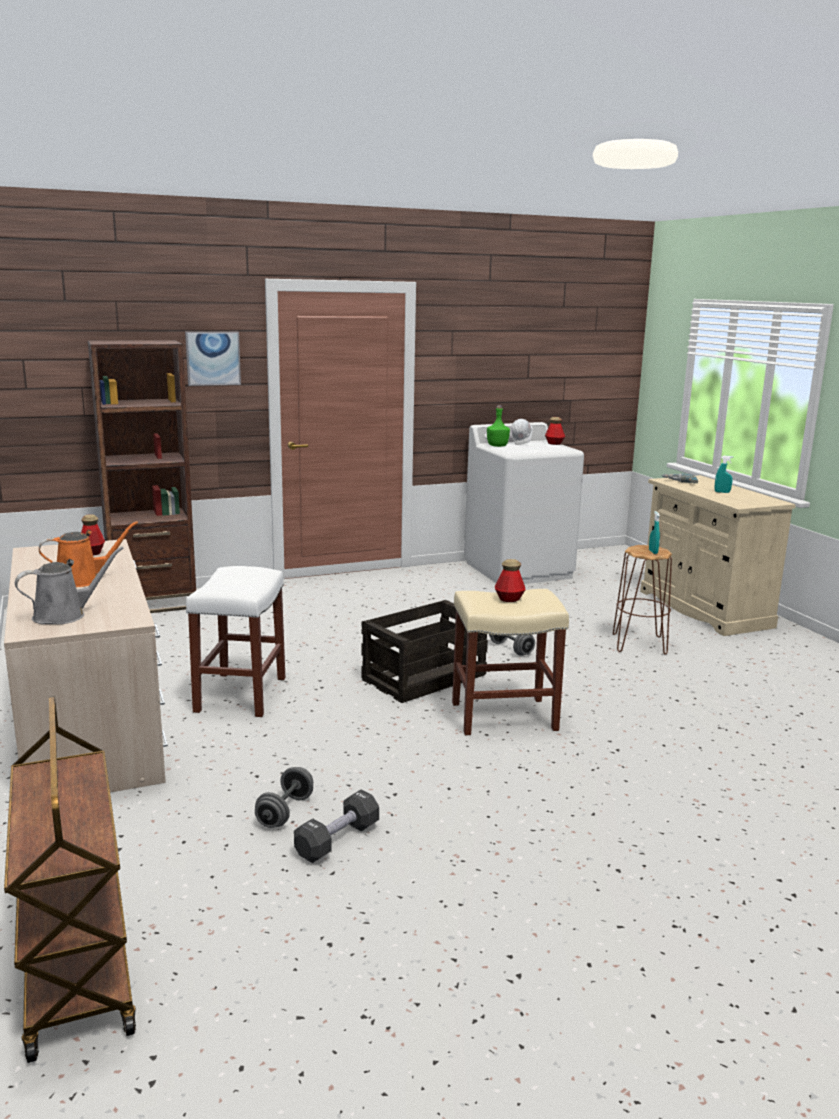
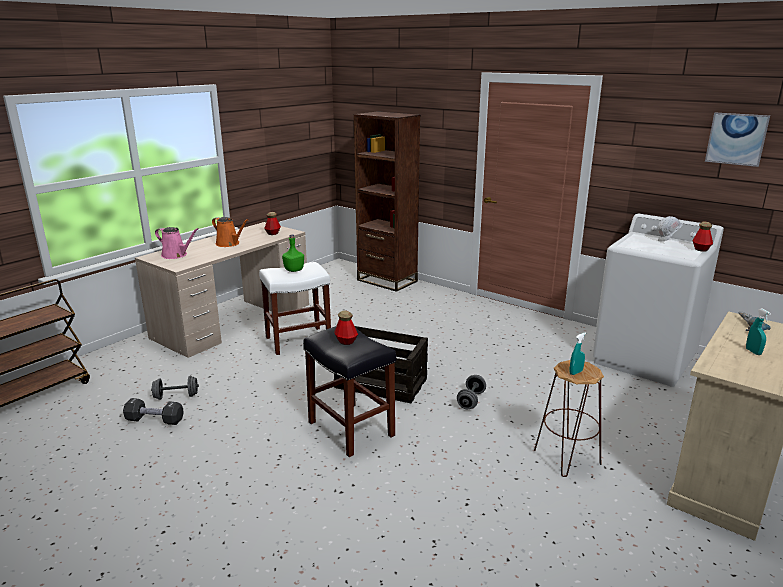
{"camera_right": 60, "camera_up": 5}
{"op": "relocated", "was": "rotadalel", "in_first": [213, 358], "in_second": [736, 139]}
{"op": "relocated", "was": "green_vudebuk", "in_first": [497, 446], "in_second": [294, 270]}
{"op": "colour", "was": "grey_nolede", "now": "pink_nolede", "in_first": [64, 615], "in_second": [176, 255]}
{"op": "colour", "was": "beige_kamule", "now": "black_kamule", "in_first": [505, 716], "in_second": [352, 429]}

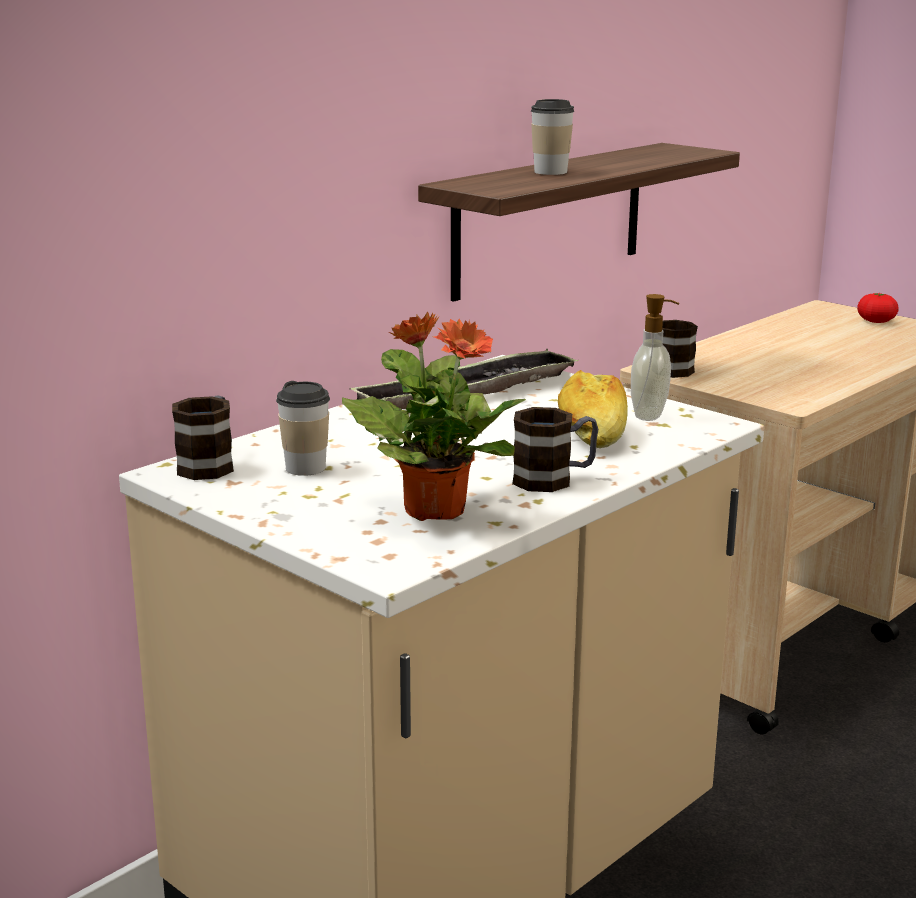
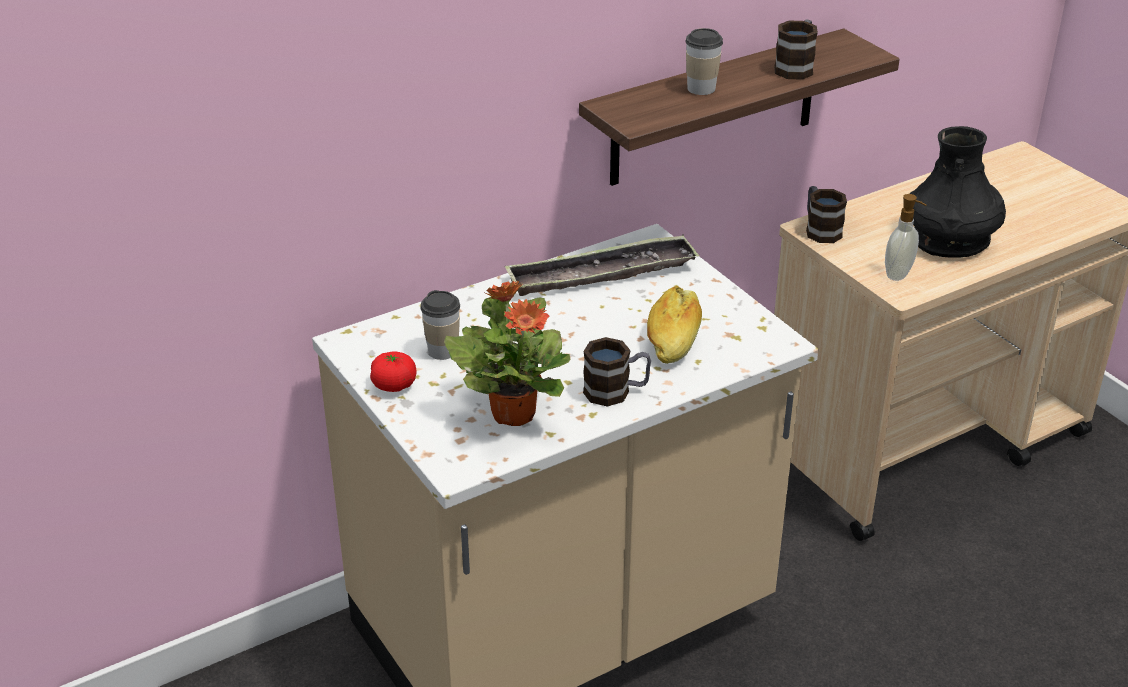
{"camera_right": 15, "camera_up": 15}
{"op": "relocated", "was": "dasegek", "in_first": [876, 321], "in_second": [394, 385]}
{"op": "relocated", "was": "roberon", "in_first": [650, 415], "in_second": [899, 274]}
{"op": "relocated", "was": "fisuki", "in_first": [210, 464], "in_second": [796, 67]}
{"op": "appeared", "now": "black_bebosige", "in_second": [950, 240]}

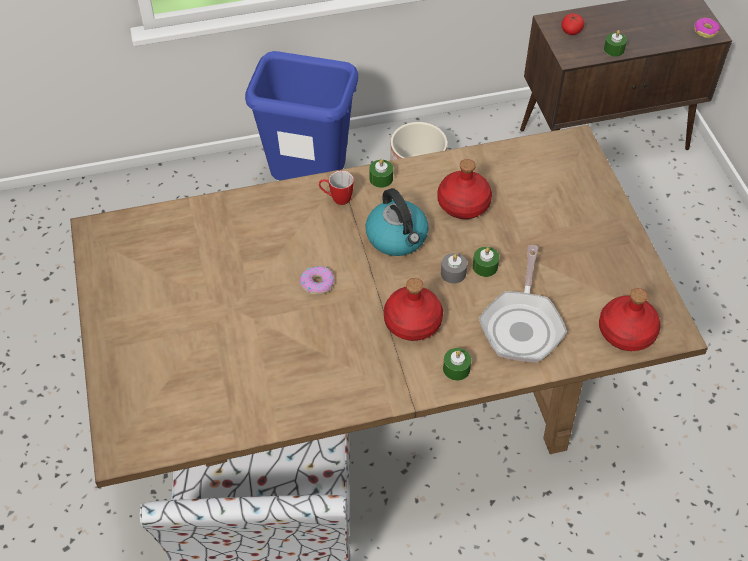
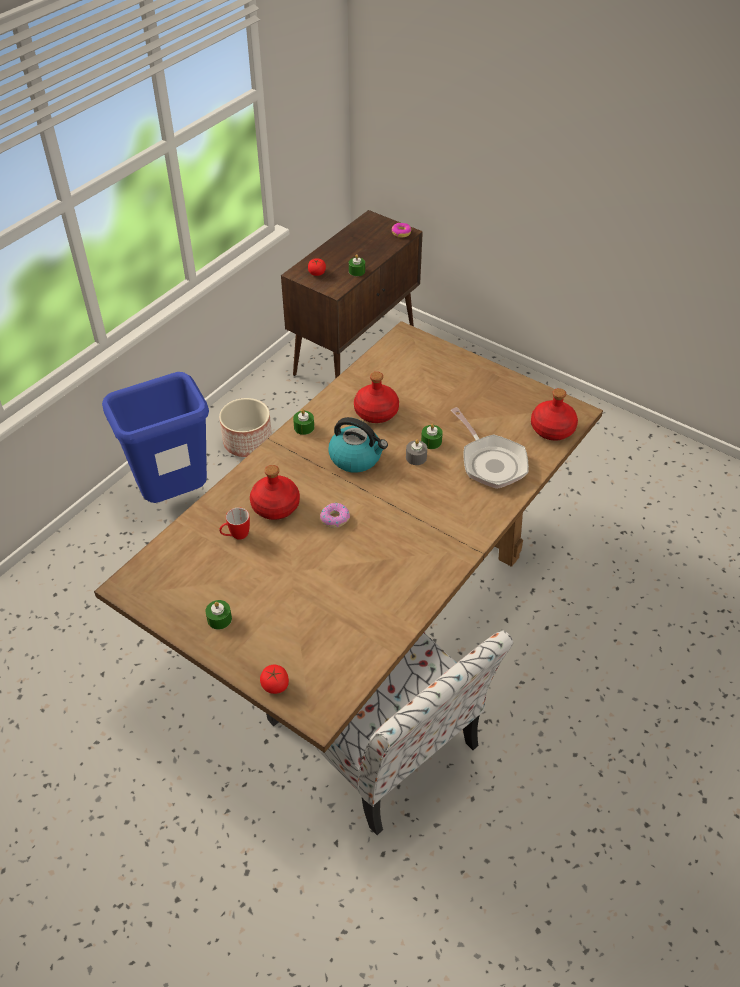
{"camera_right": -40, "camera_up": -5}
{"op": "relocated", "was": "fisuki", "in_first": [336, 199], "in_second": [236, 536]}
{"op": "relocated", "was": "red_vudebuk", "in_first": [412, 323], "in_second": [276, 506]}
{"op": "relocated", "was": "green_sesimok", "in_first": [456, 369], "in_second": [219, 619]}
{"op": "appeared", "now": "dasegek", "in_second": [275, 685]}

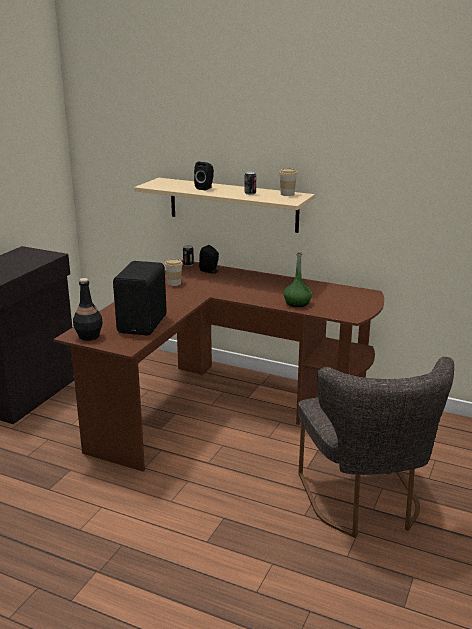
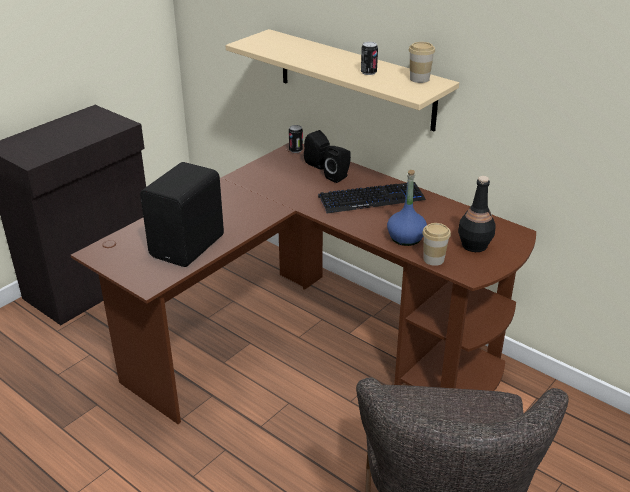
{"camera_right": 15, "camera_up": 10}
{"op": "relocated", "was": "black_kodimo", "in_first": [205, 188], "in_second": [338, 177]}
{"op": "colour", "was": "green_vudebuk", "now": "blue_vudebuk", "in_first": [297, 303], "in_second": [406, 238]}
{"op": "relocated", "was": "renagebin", "in_first": [174, 283], "in_second": [433, 259]}
{"op": "relocated", "was": "black_vudebuk", "in_first": [89, 336], "in_second": [474, 245]}
{"op": "appeared", "now": "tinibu", "in_second": [371, 199]}

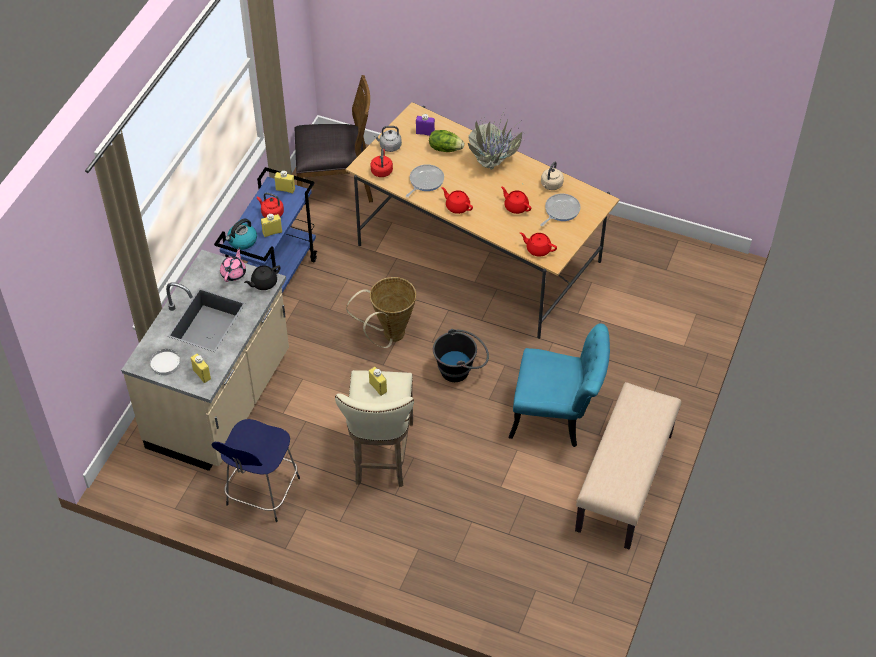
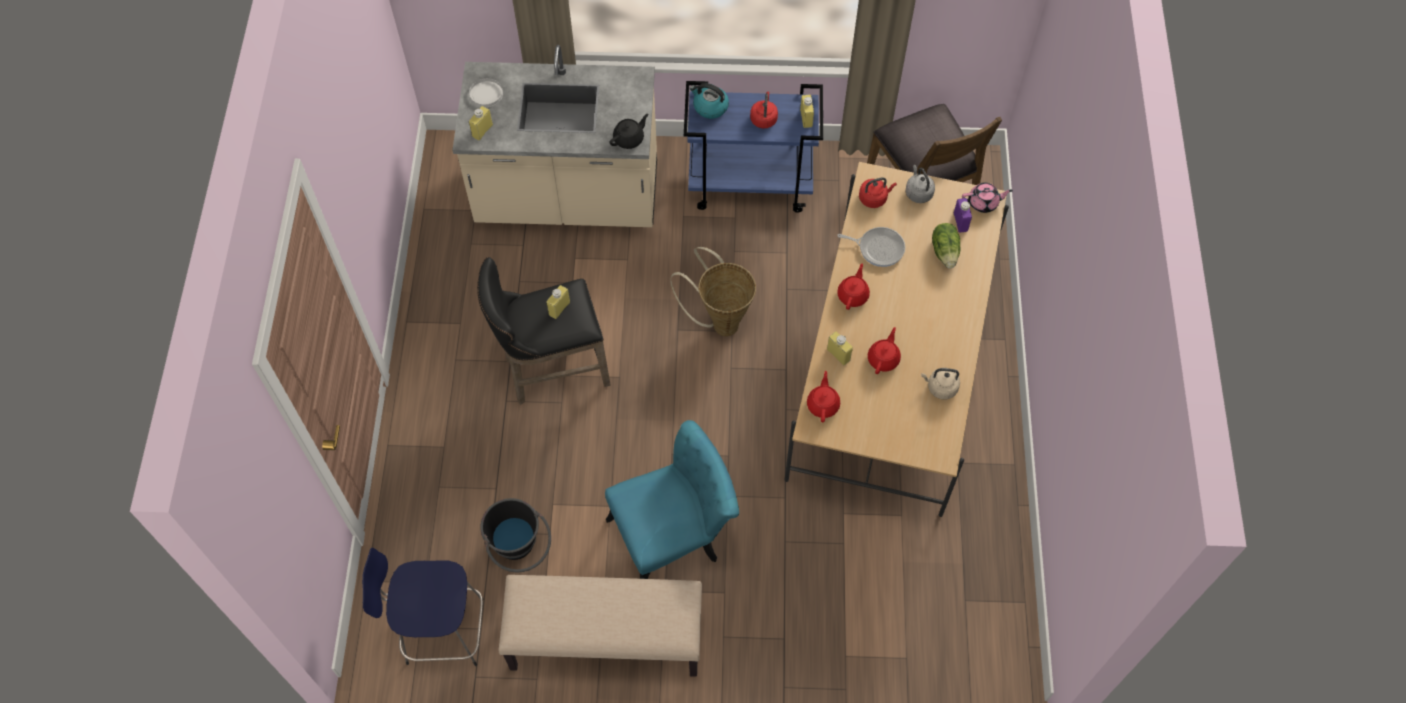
{"camera_right": 70, "camera_up": 10}
{"op": "missing", "was": "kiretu", "in_first": [494, 165]}
{"op": "missing", "was": "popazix", "in_first": [560, 211]}
{"op": "relocated", "was": "yellow_vudebuk", "in_first": [272, 232], "in_second": [838, 354]}
{"op": "relocated", "was": "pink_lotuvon", "in_first": [234, 273], "in_second": [983, 203]}
{"op": "spun", "was": "black_lotuvon", "in_first": [263, 283], "in_second": [629, 139], "clockwise": 105}
{"op": "spun", "was": "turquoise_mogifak", "in_first": [557, 417], "in_second": [674, 536], "clockwise": -105}
{"op": "relocated", "was": "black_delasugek", "in_first": [461, 369], "in_second": [519, 549]}
{"op": "colour", "was": "beige_kamule", "now": "black_kamule", "in_first": [381, 457], "in_second": [551, 370]}
{"op": "relocated", "was": "blue_kamule", "in_first": [261, 493], "in_second": [441, 630]}

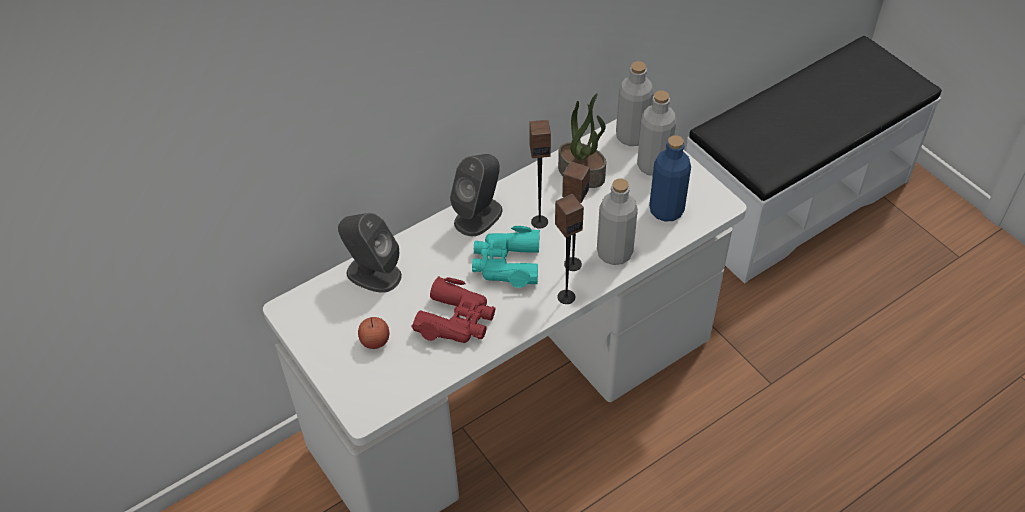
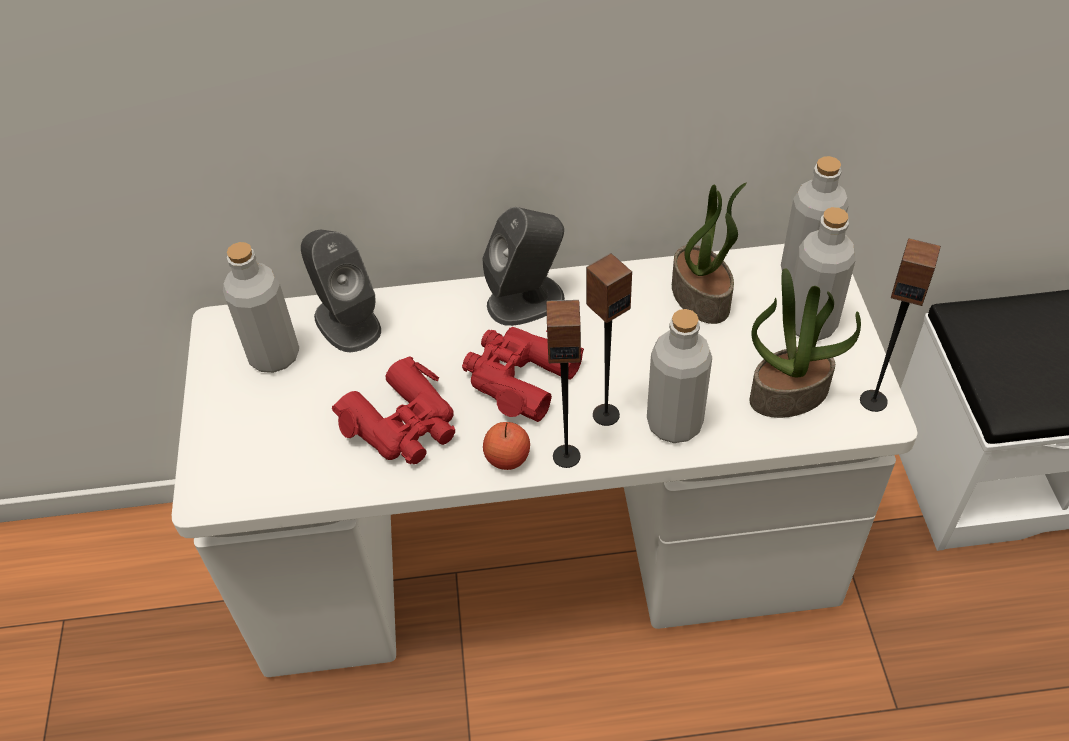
{"camera_right": 30, "camera_up": 0}
{"op": "relocated", "was": "kodimo", "in_first": [539, 221], "in_second": [873, 400]}
{"op": "exchanged", "was": "blue_vudebuk", "now": "kiretu", "in_first": [666, 210], "in_second": [789, 393]}
{"op": "colour", "was": "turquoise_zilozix", "now": "red_zilozix", "in_first": [507, 263], "in_second": [519, 377]}
{"op": "relocated", "was": "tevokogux", "in_first": [375, 341], "in_second": [507, 458]}
{"op": "appeared", "now": "grey_vudebuk", "in_second": [274, 355]}

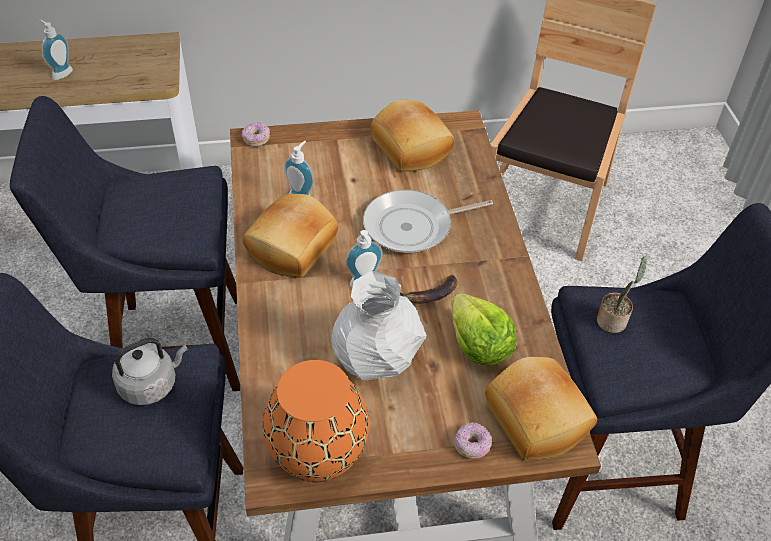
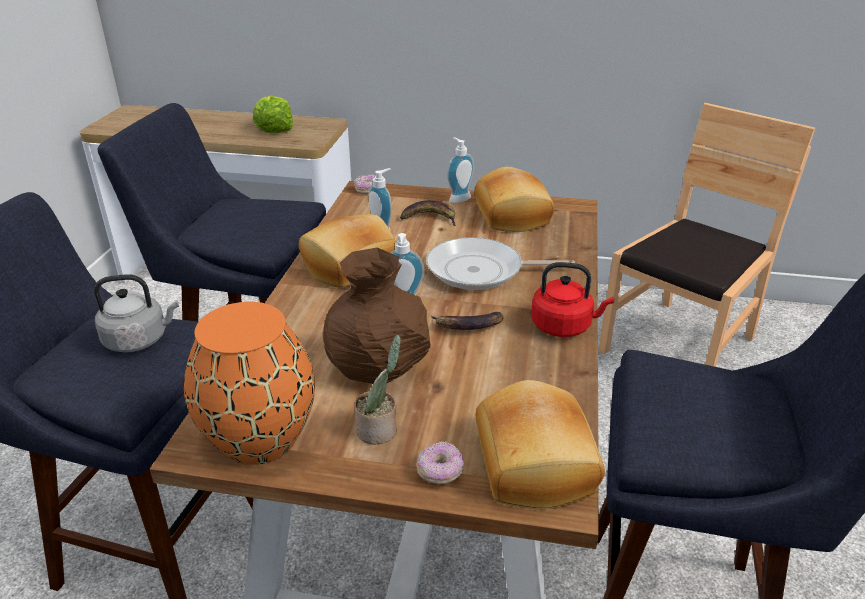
{"camera_right": 20, "camera_up": -15}
{"op": "relocated", "was": "roberon", "in_first": [60, 73], "in_second": [458, 198]}
{"op": "relocated", "was": "kiretu", "in_first": [613, 320], "in_second": [379, 430]}
{"op": "colour", "was": "white_bebosige", "now": "brown_bebosige", "in_first": [378, 358], "in_second": [379, 367]}
{"op": "relocated", "was": "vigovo", "in_first": [478, 345], "in_second": [274, 128]}
{"op": "appeared", "now": "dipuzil", "in_second": [429, 218]}
{"op": "appeared", "now": "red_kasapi", "in_second": [564, 326]}

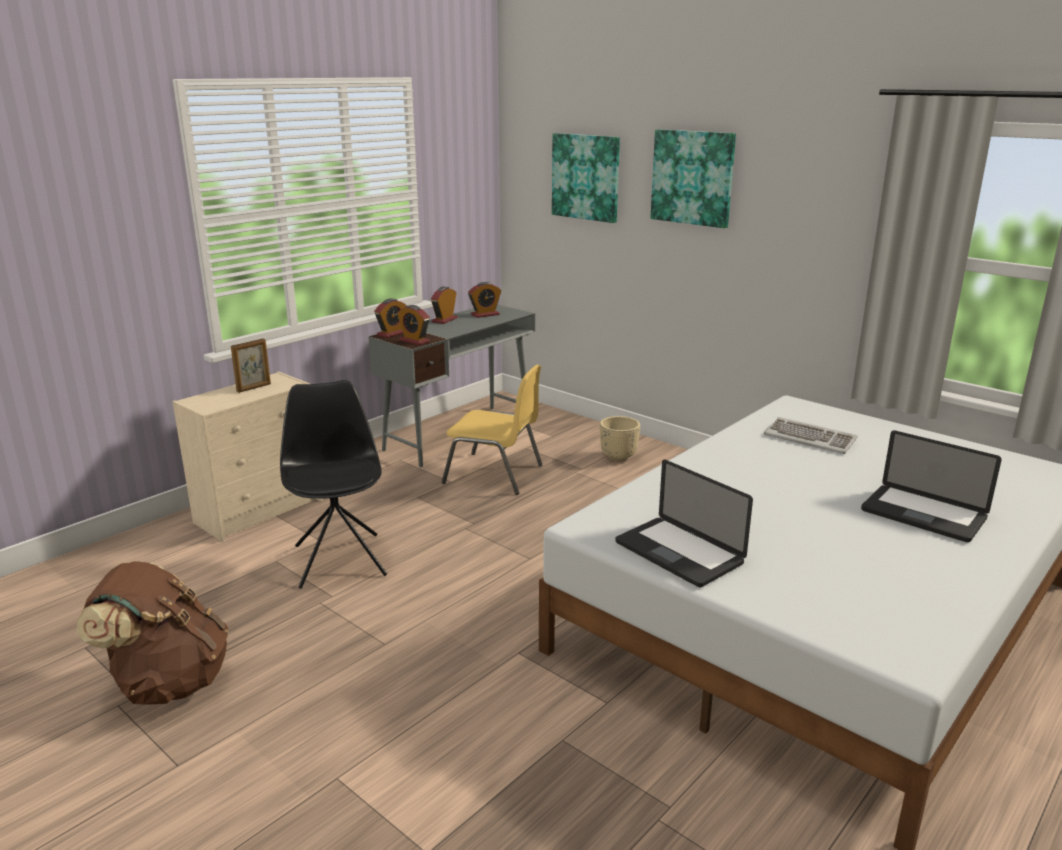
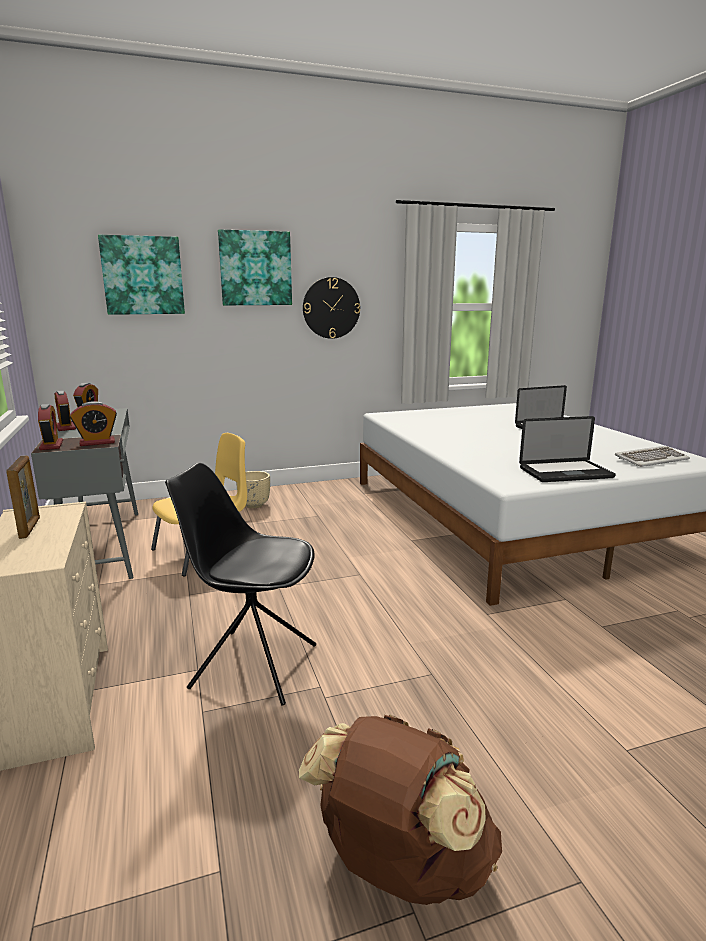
{"camera_right": -60, "camera_up": -5}
{"op": "relocated", "was": "tinibu", "in_first": [810, 438], "in_second": [651, 459]}
{"op": "appeared", "now": "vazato", "in_second": [331, 308]}

